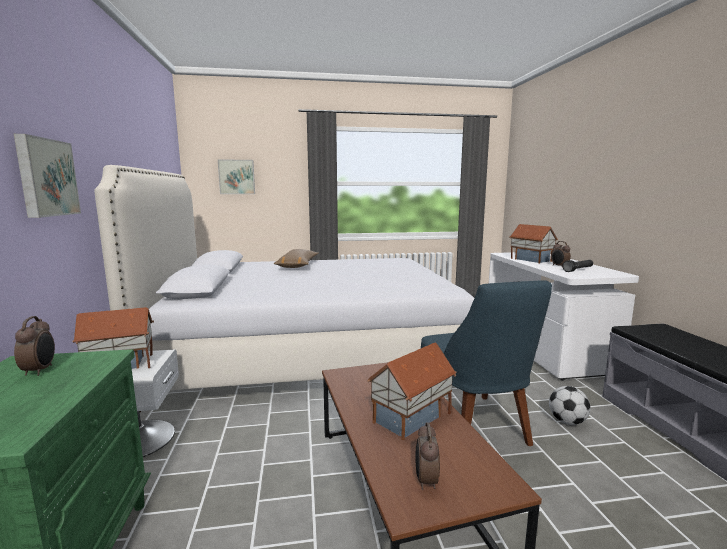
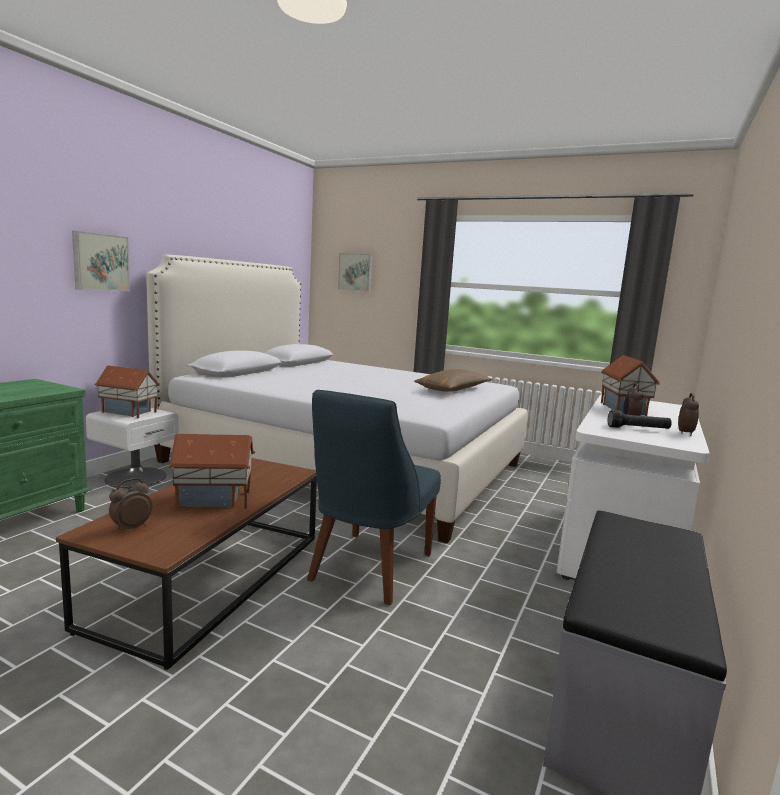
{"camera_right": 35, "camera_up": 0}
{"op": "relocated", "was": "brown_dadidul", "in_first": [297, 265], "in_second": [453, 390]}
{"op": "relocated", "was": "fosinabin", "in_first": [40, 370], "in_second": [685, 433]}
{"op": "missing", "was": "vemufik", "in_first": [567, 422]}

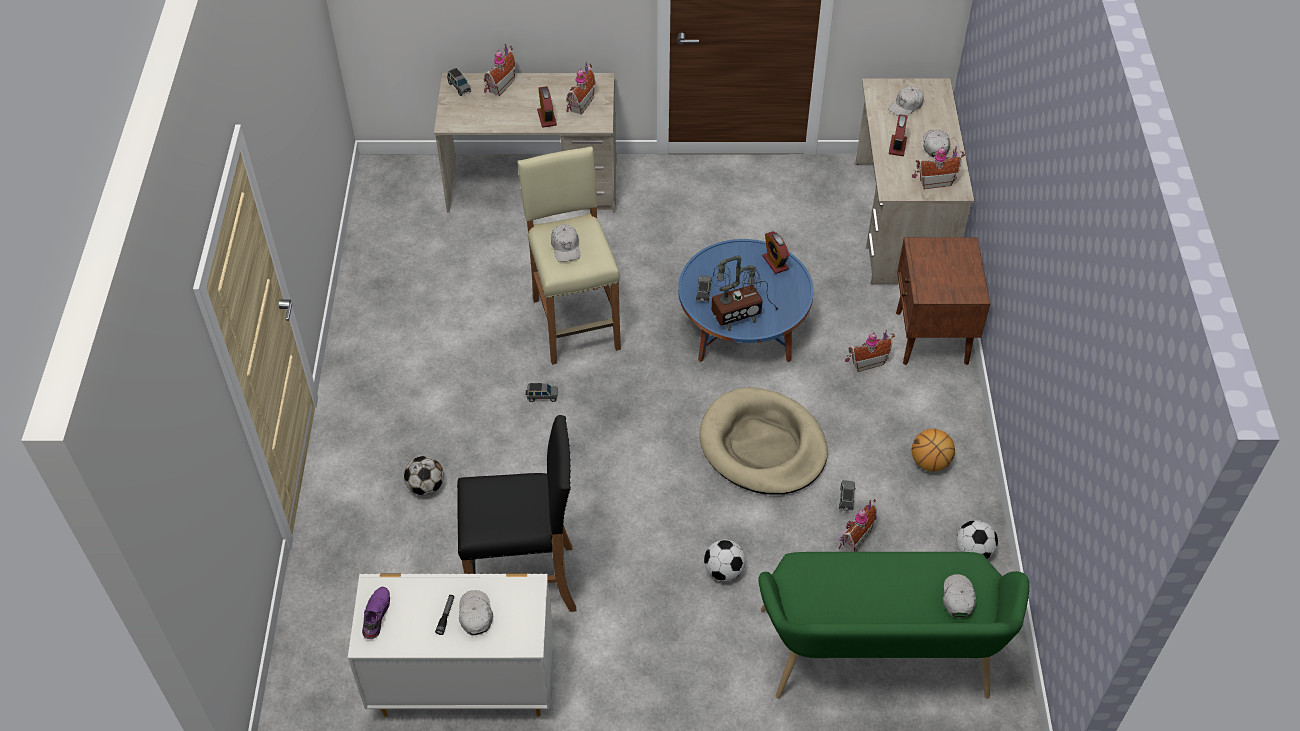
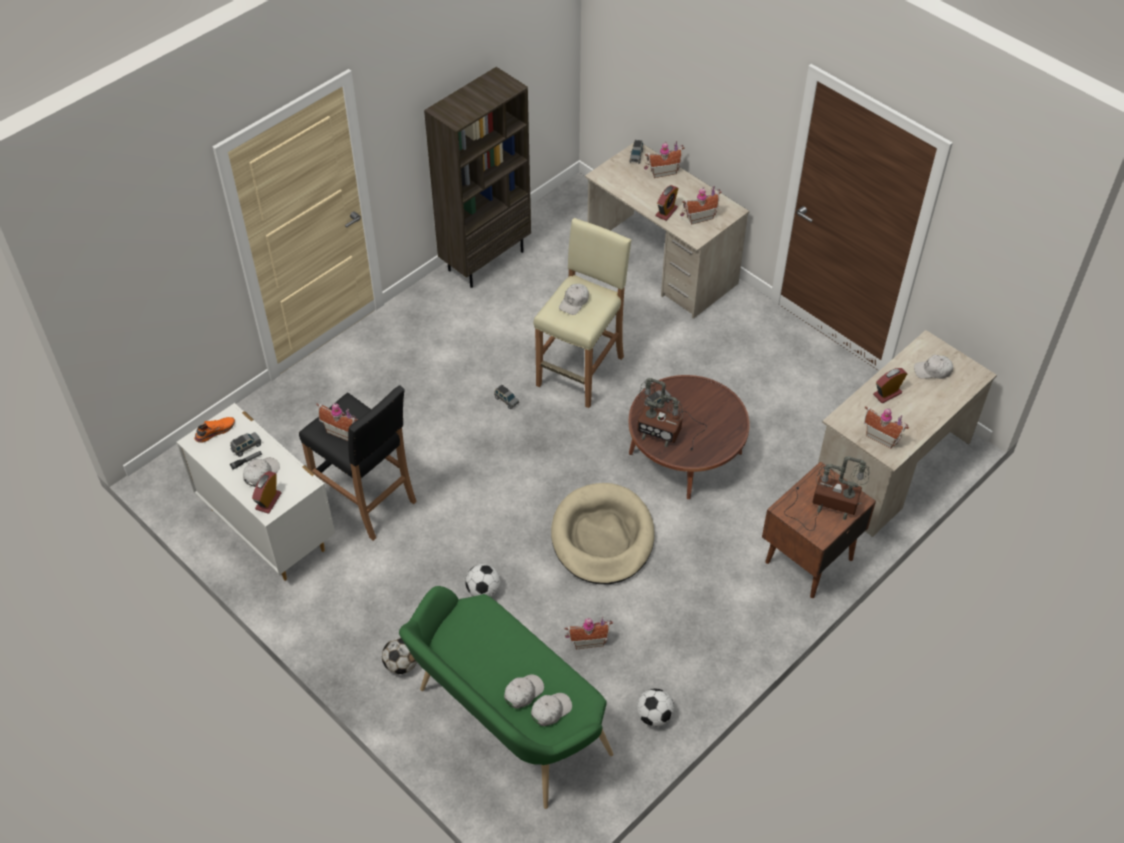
{"camera_right": 45, "camera_up": 0}
{"op": "relocated", "was": "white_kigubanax", "in_first": [935, 146], "in_second": [523, 693]}
{"op": "relocated", "was": "fosinabin", "in_first": [775, 262], "in_second": [268, 501]}
{"op": "colour", "was": "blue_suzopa", "now": "brown_suzopa", "in_first": [742, 327], "in_second": [685, 453]}
{"op": "relocated", "was": "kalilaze", "in_first": [866, 362], "in_second": [342, 431]}
{"op": "missing", "was": "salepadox", "in_first": [930, 462]}
{"op": "relocated", "was": "vemufik", "in_first": [426, 487], "in_second": [401, 664]}
{"op": "relocated", "was": "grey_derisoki", "in_first": [846, 499], "in_second": [246, 447]}
{"op": "colour", "was": "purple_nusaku", "now": "orange_nusaku", "in_first": [375, 615], "in_second": [215, 431]}
{"op": "appeared", "now": "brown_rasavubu", "in_second": [485, 260]}
{"op": "appeared", "now": "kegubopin", "in_second": [826, 506]}

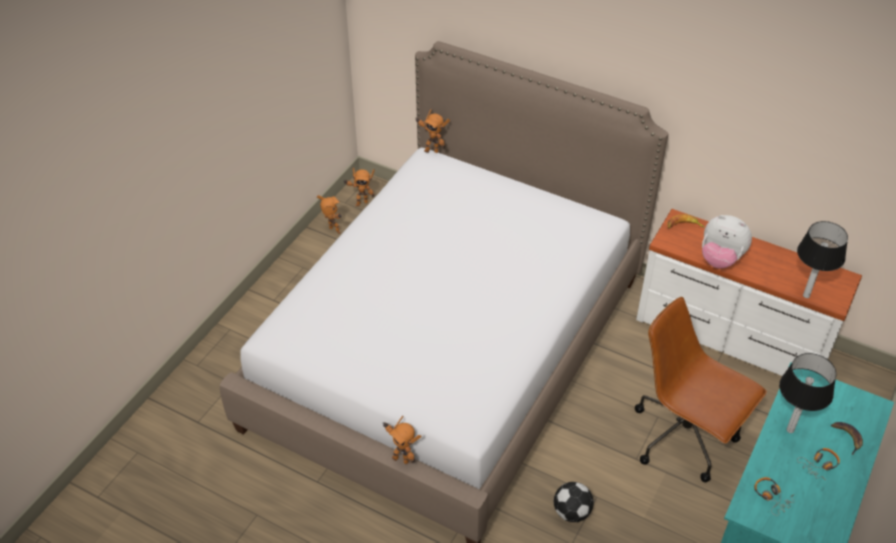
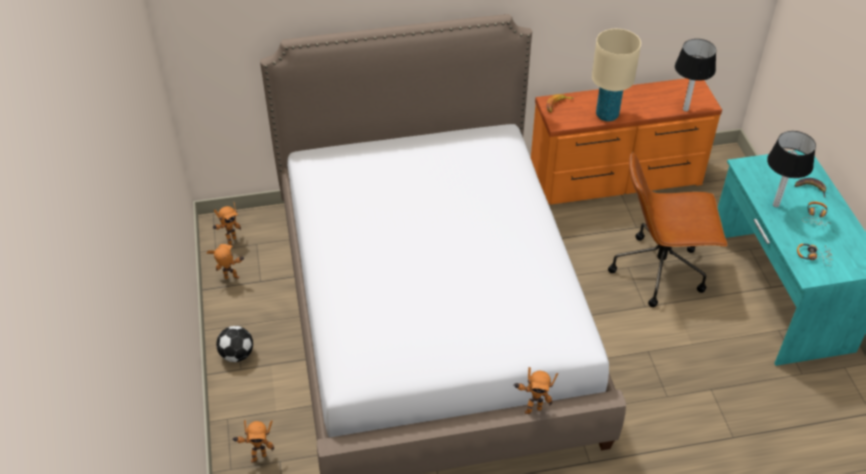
{"camera_right": -40, "camera_up": 0}
{"op": "relocated", "was": "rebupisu", "in_first": [431, 150], "in_second": [257, 456]}
{"op": "colour", "was": "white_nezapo", "now": "orange_nezapo", "in_first": [731, 336], "in_second": [616, 180]}
{"op": "exchanged", "was": "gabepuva", "now": "beige_kegubopin", "in_first": [720, 259], "in_second": [607, 115]}
{"op": "relocated", "was": "vemufik", "in_first": [572, 512], "in_second": [237, 354]}

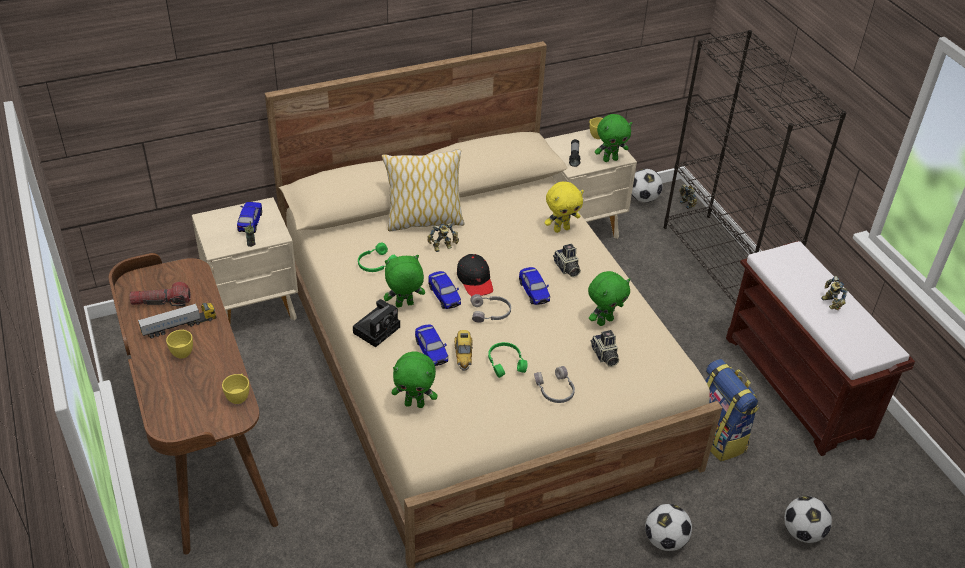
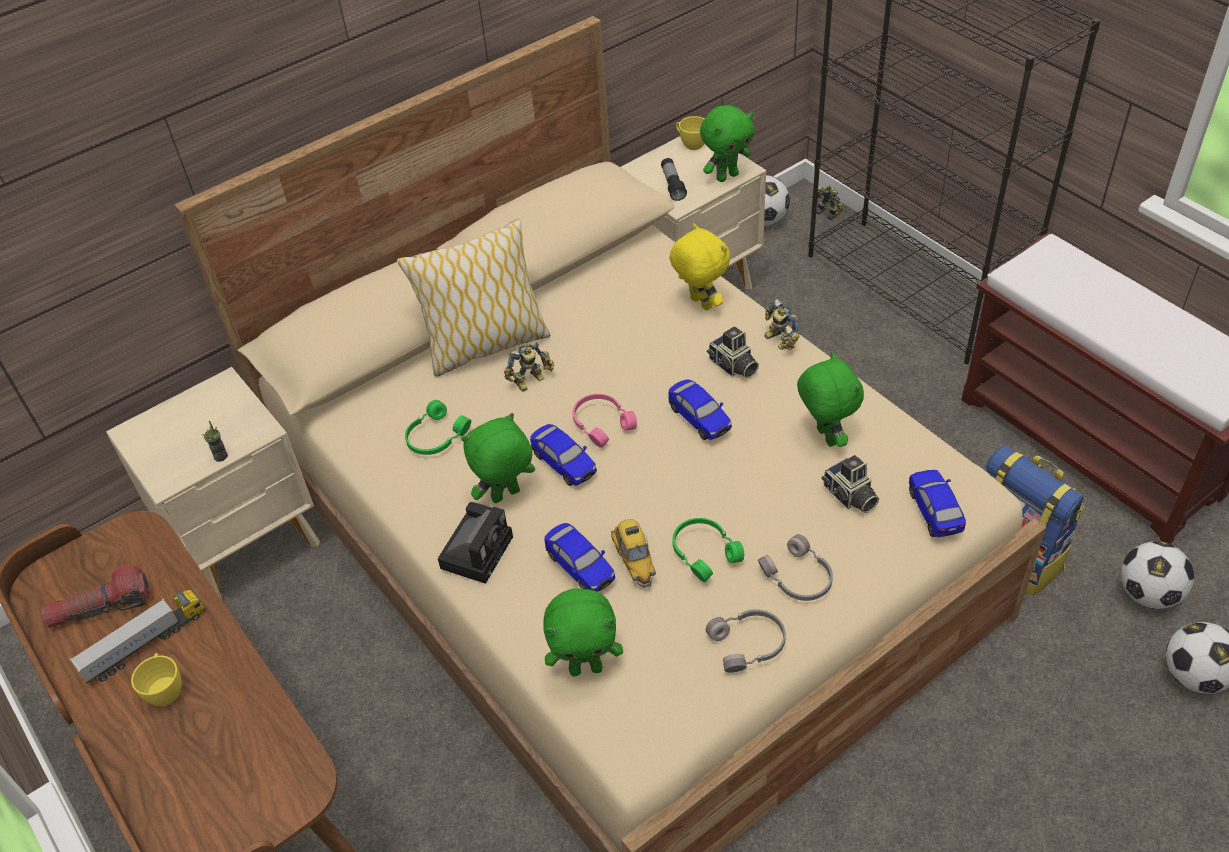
{"camera_right": -10, "camera_up": 5}
{"op": "spun", "was": "yellow_gabepuva", "in_first": [561, 229], "in_second": [699, 304], "clockwise": -90}
{"op": "relocated", "was": "derisoki", "in_first": [250, 222], "in_second": [934, 511]}
{"op": "exchanged", "was": "black_kigubanax", "now": "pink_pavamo", "in_first": [475, 280], "in_second": [602, 423]}
{"op": "spun", "was": "green_gabepuva", "in_first": [604, 321], "in_second": [824, 437], "clockwise": -60}
{"op": "relocated", "was": "rebupisu", "in_first": [829, 303], "in_second": [778, 341]}
{"op": "relocated", "was": "grey_pavamo", "in_first": [490, 313], "in_second": [749, 645]}
{"op": "missing", "was": "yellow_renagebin", "in_first": [239, 396]}
{"op": "relocated", "was": "vemufik", "in_first": [665, 540], "in_second": [1148, 594]}

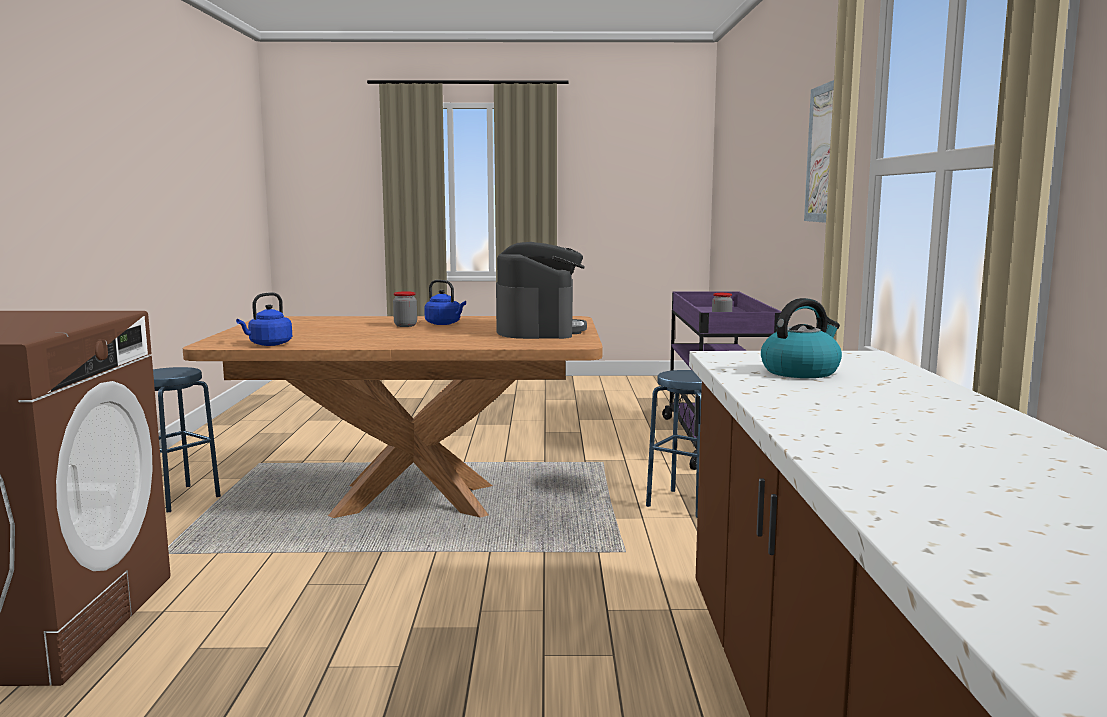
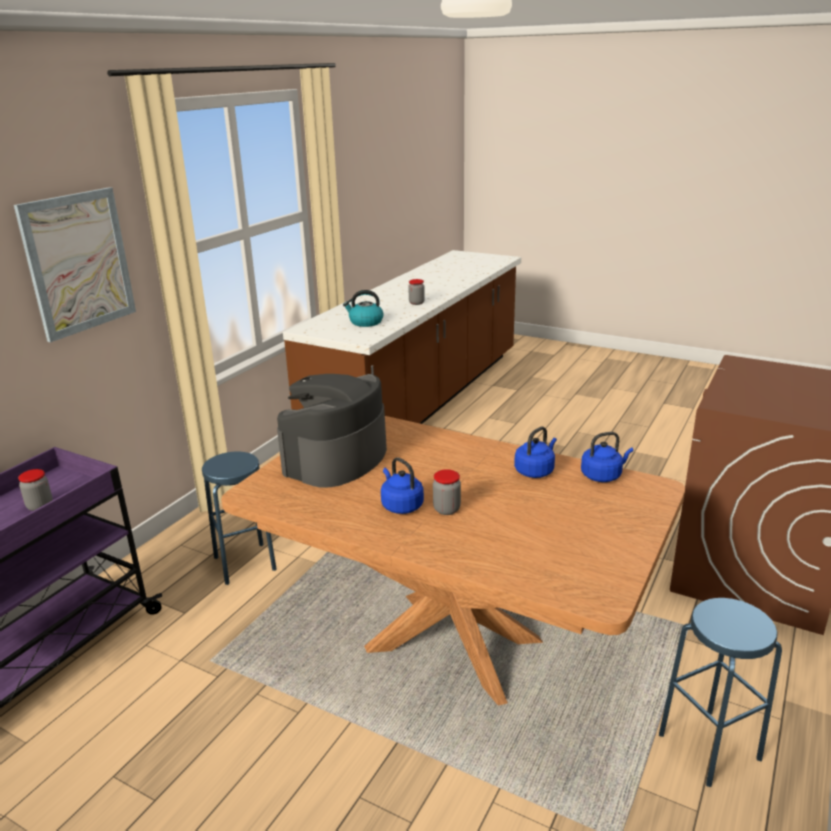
{"camera_right": -150, "camera_up": 15}
{"op": "appeared", "now": "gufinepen", "in_second": [416, 303]}
{"op": "appeared", "now": "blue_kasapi", "in_second": [535, 471]}

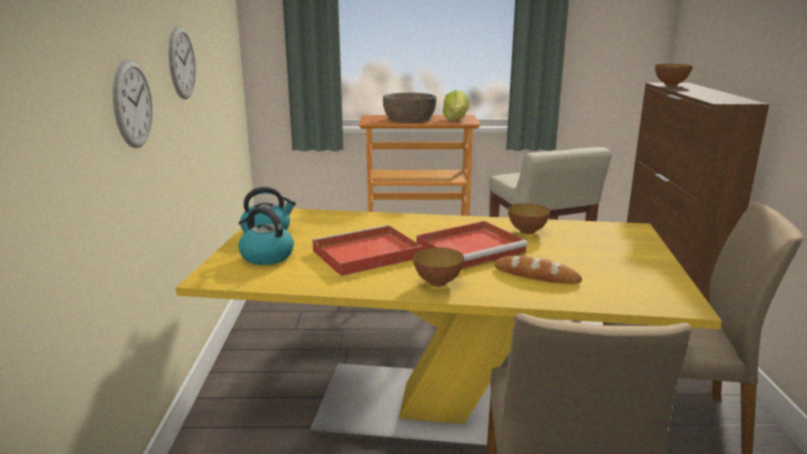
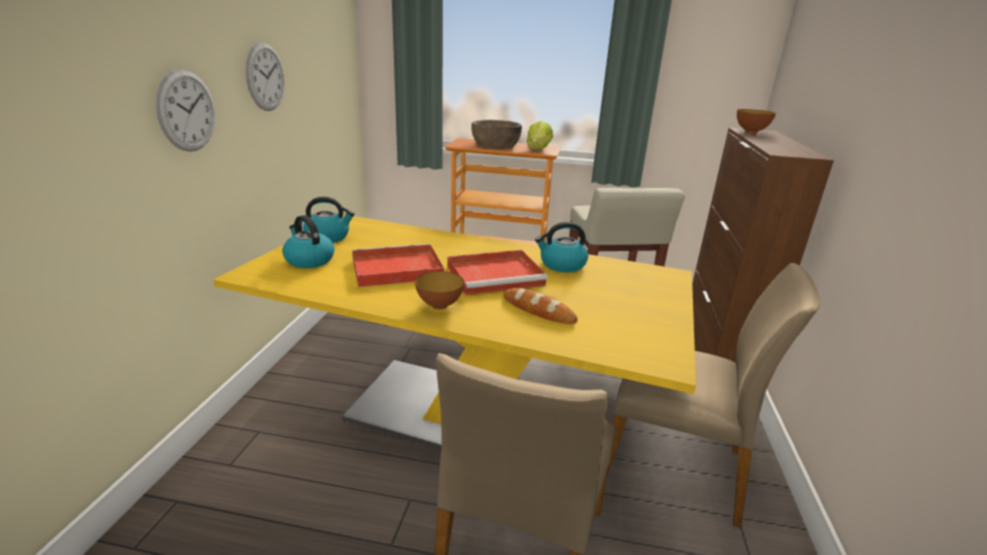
{"camera_right": 10, "camera_up": 5}
{"op": "exchanged", "was": "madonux", "now": "kasapi", "in_first": [527, 231], "in_second": [562, 265]}

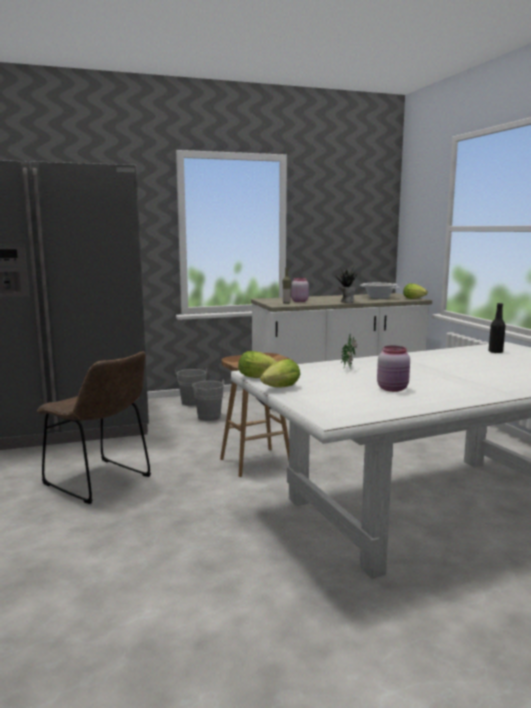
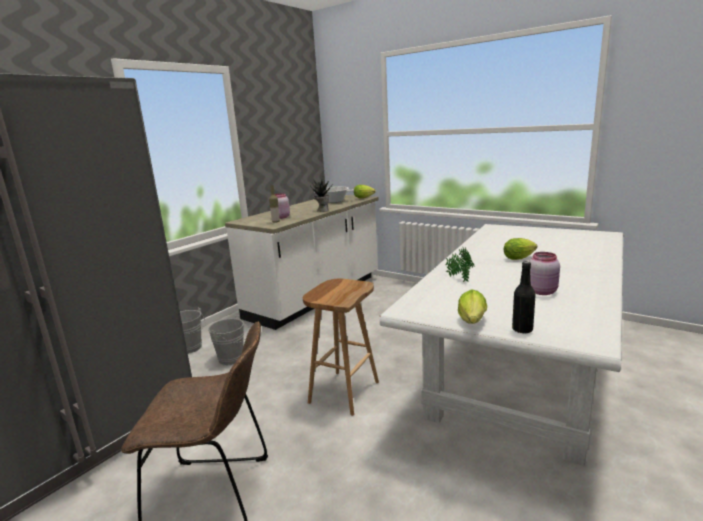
{"camera_right": -35, "camera_up": 5}
{"op": "relocated", "was": "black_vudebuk", "in_first": [495, 352], "in_second": [522, 329]}
{"op": "relocated", "was": "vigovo", "in_first": [260, 377], "in_second": [520, 258]}

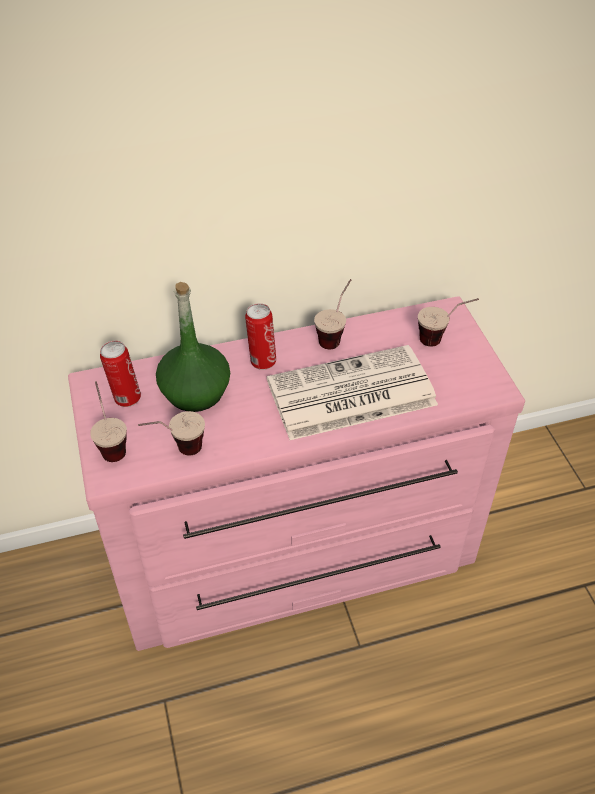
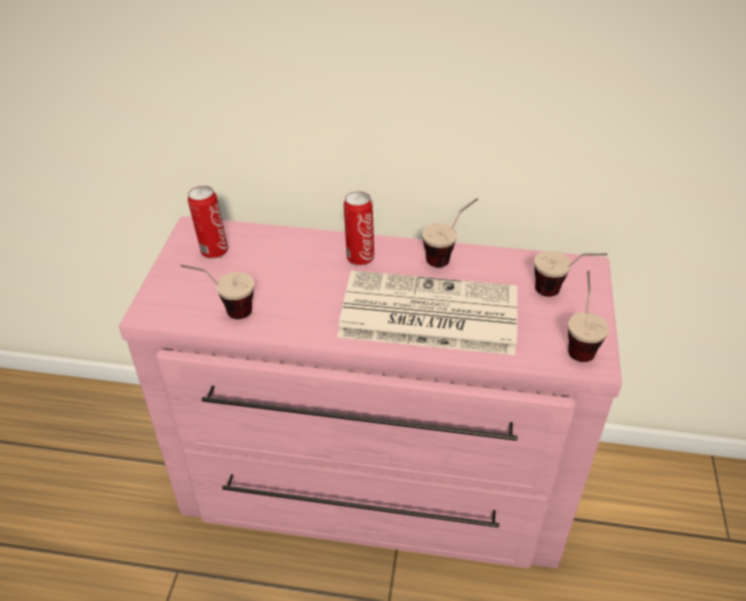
{"camera_right": 25, "camera_up": -5}
{"op": "missing", "was": "green_vudebuk", "in_first": [195, 392]}
{"op": "relocated", "was": "renagebin", "in_first": [111, 442], "in_second": [579, 341]}

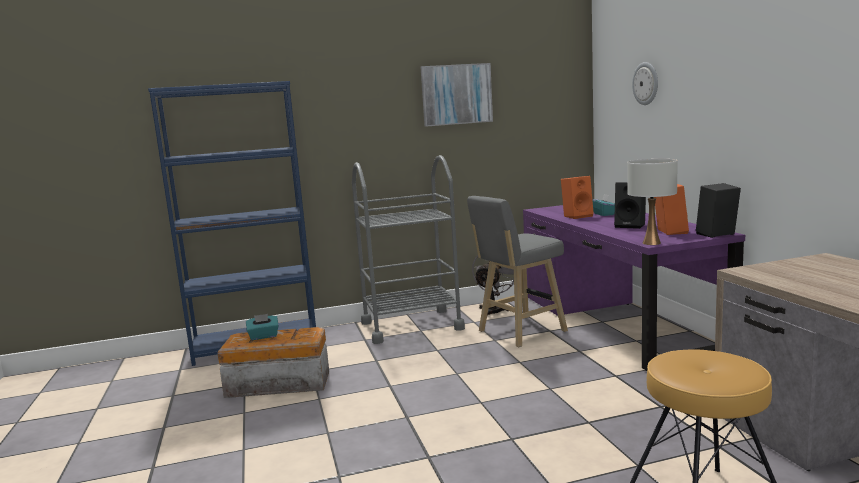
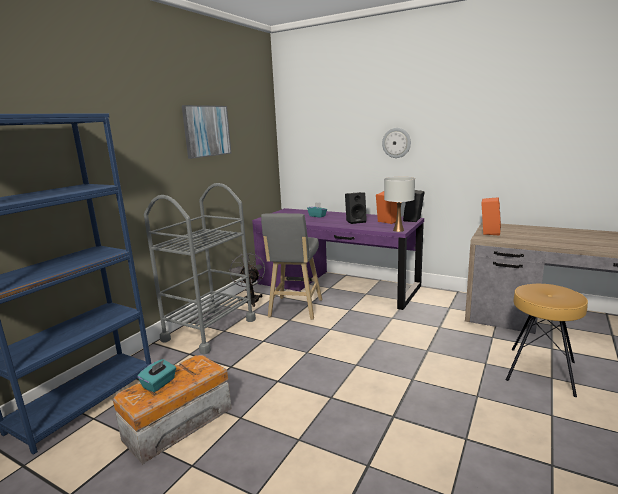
{"camera_right": -45, "camera_up": 5}
{"op": "relocated", "was": "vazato", "in_first": [646, 83], "in_second": [396, 143]}
{"op": "relocated", "was": "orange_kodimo", "in_first": [577, 216], "in_second": [489, 232]}

